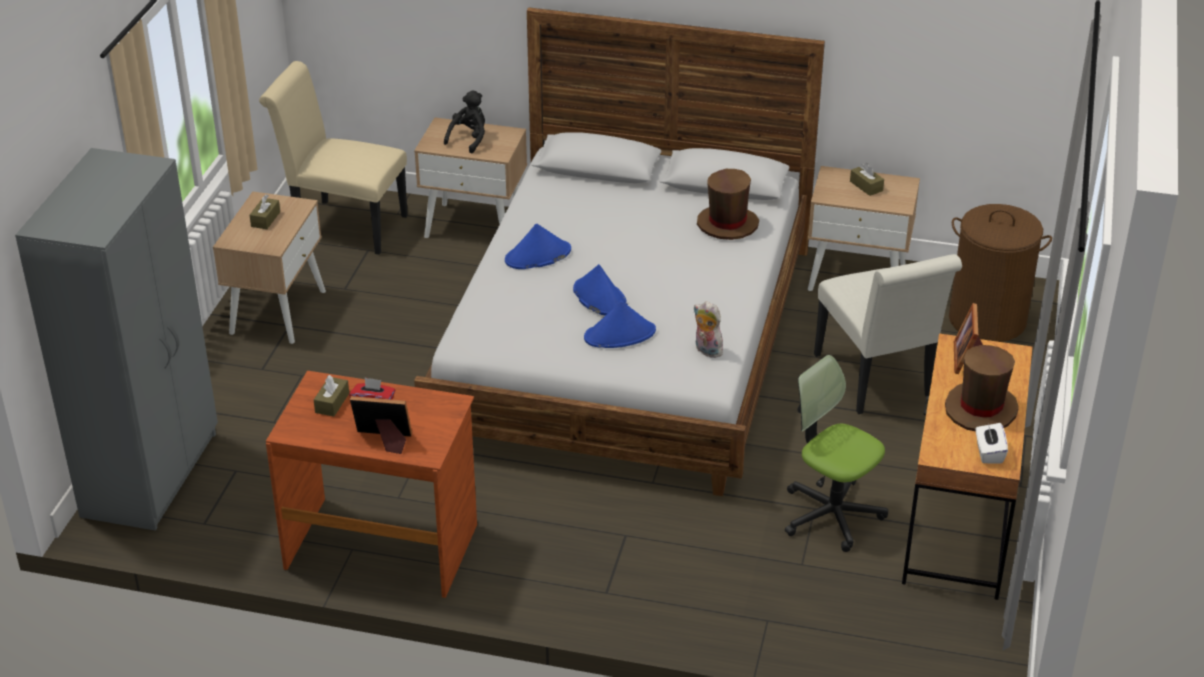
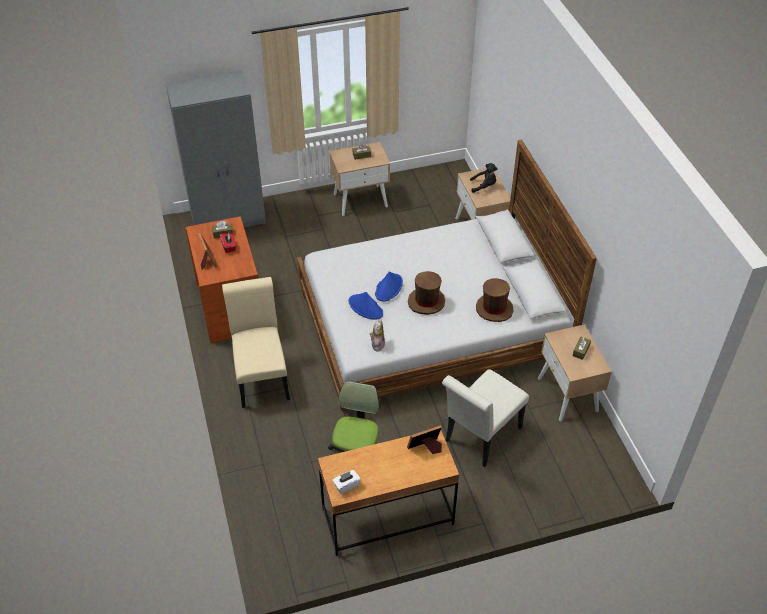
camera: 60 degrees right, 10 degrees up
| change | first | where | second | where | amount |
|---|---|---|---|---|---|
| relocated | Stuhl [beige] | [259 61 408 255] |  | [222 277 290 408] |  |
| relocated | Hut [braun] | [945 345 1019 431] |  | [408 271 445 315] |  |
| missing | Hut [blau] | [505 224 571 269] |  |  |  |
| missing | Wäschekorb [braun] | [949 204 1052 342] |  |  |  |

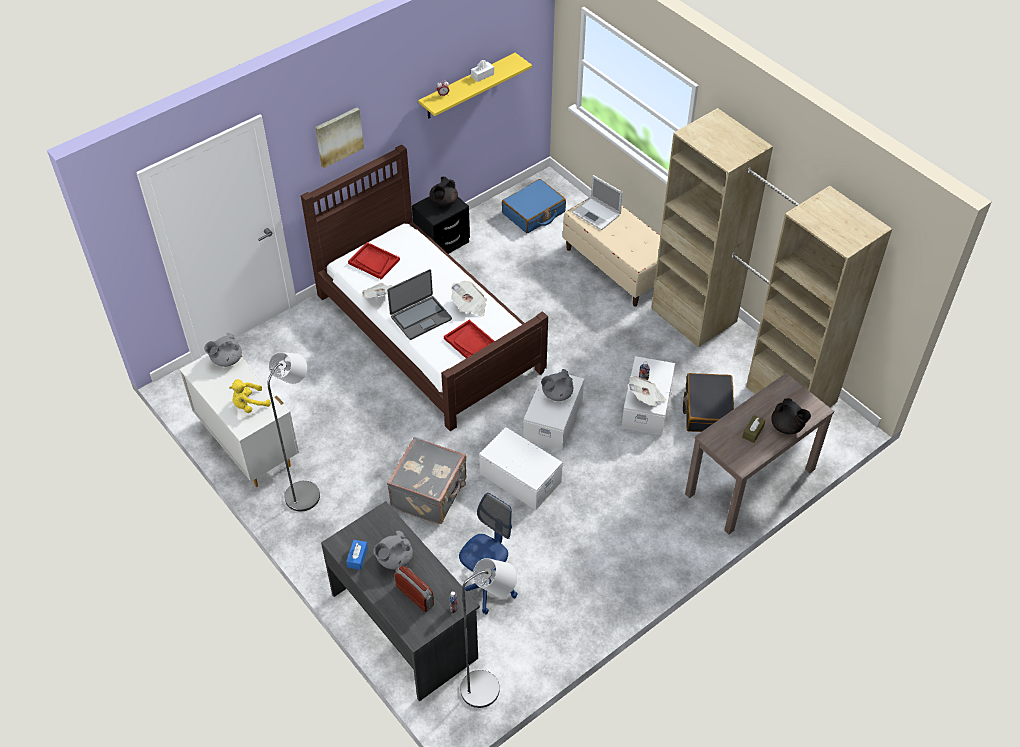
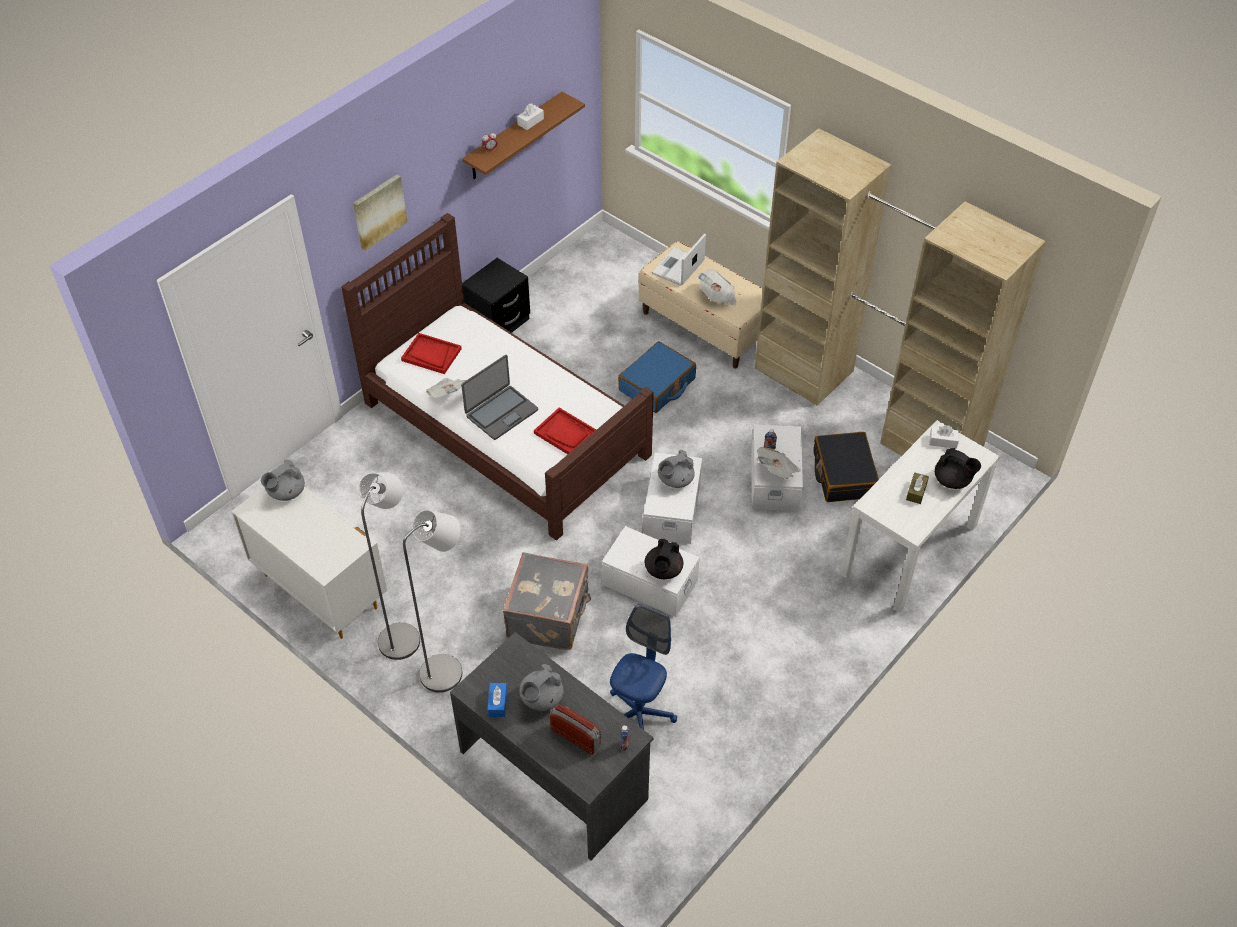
camera: 10 degrees left, 0 degrees up
| change | first | where | second | where | amount |
|---|---|---|---|---|---|
| relocated | Stehlampe [grau] | [460 558 517 708] |  | [403 510 462 693] |  |
| colour | Wandregal [gelb] | [418 53 532 119] | Wandregal [braun] | [462 92 585 179] |  |
| relocated | Koffer [blau] | [502 179 566 233] |  | [618 341 696 413] |  |
| relocated | Teekanne [schwarz] | [429 177 458 206] |  | [645 539 683 579] |  |
| spun | Laptop | [572 175 623 230] |  | [652 233 706 286] | 90 degrees clockwise |
| relocated | Zeitung | [451 281 487 317] |  | [698 270 736 306] |  |
| colour | Konsolentisch [braun] | [685 373 834 535] | Konsolentisch [weiß] | [840 420 1000 613] |  |
| appeared |  |  | Taschentuchbox [weiß] | [929 425 959 449] |  |
| missing | Plüschtier [gelb] | [229 379 271 413] |  |  |  |

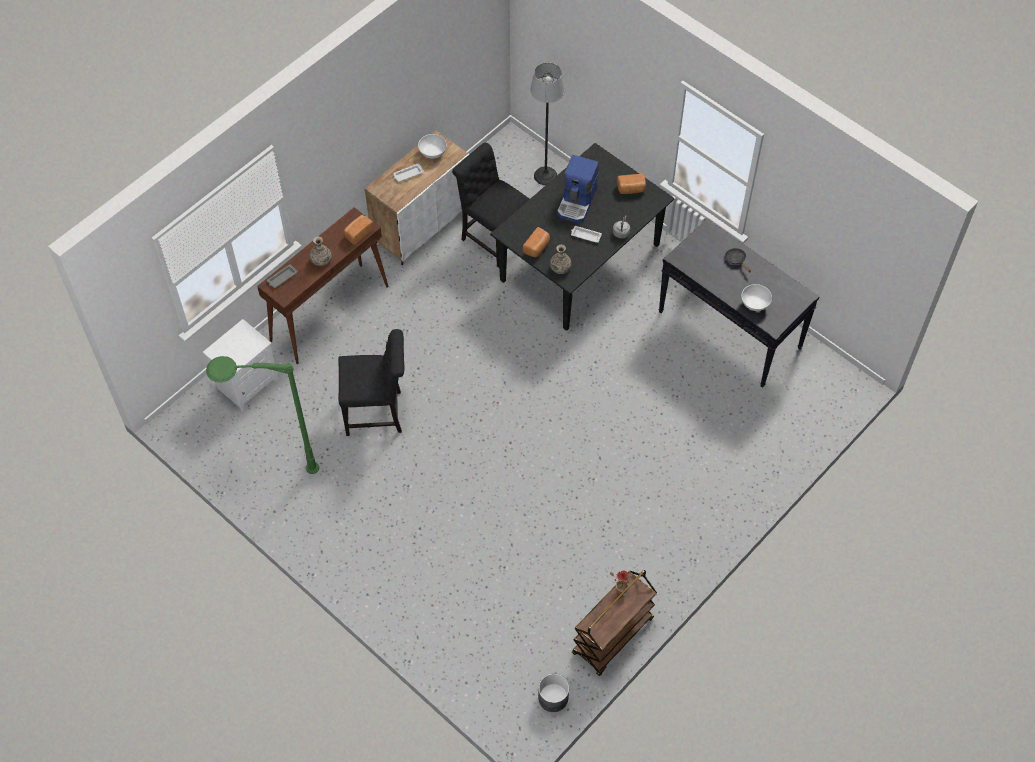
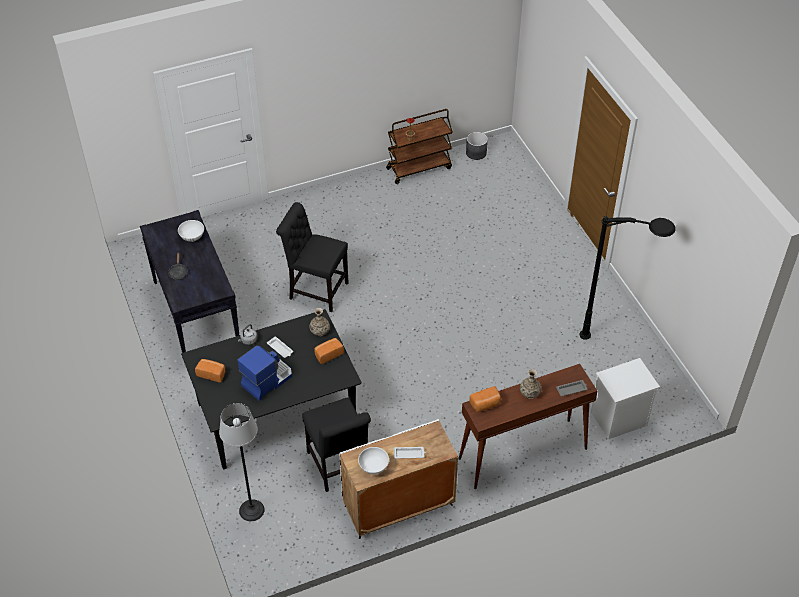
camera: 155 degrees left, 10 degrees down
| change | first | where | second | where | amount |
|---|---|---|---|---|---|
| relocated | Stuhl [schwarz] | [338 329 404 436] |  | [276 202 349 312] |  |
| colour | Stehlampe [grün] | [206 356 319 474] | Stehlampe [schwarz] | [579 216 675 340] |  |

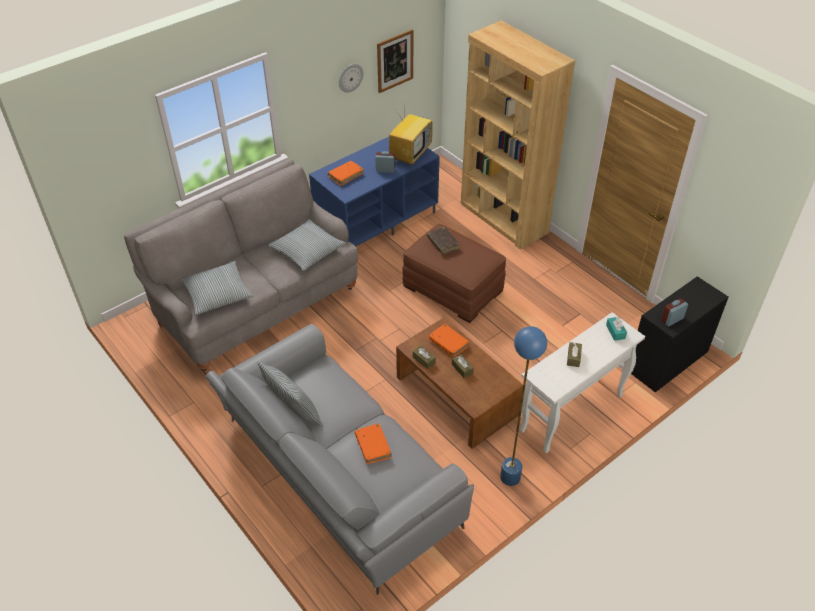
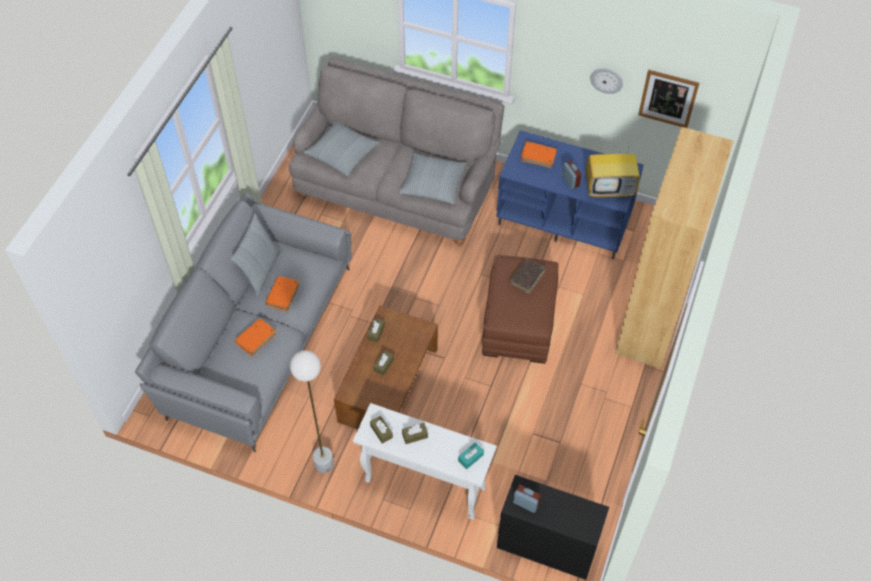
camera: 60 degrees right, 10 degrees up
| change | first | where | second | where | amount |
|---|---|---|---|---|---|
| relocated | Buch [orange] | [429 324 469 357] |  | [265 276 299 311] |  |
| colour | Stehlampe [blau] | [500 326 547 486] | Stehlampe [weiß] | [290 350 334 473] |  |
| appeared |  |  | Taschentuchbox [braun] | [370 416 393 444] |  |

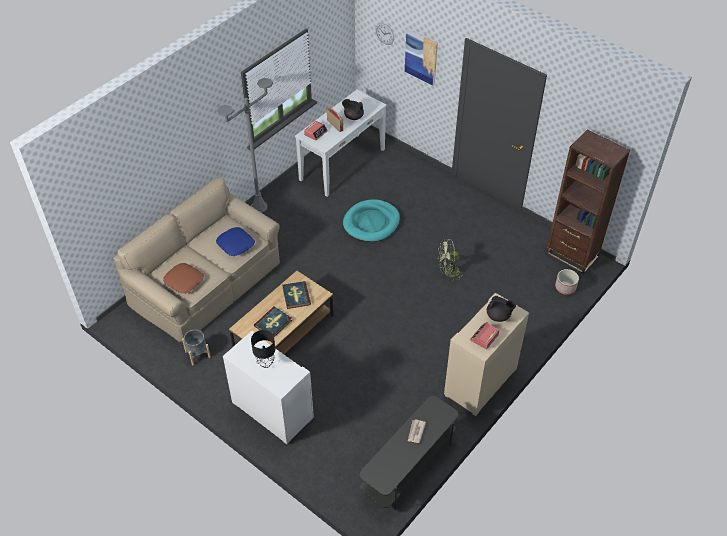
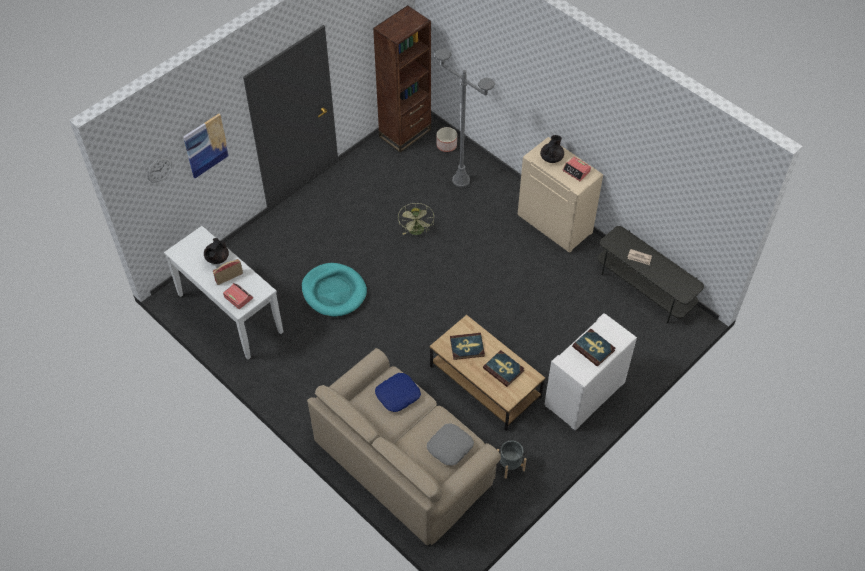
camera: 85 degrees left, 5 degrees up
| change | first | where | second | where | amount |
|---|---|---|---|---|---|
| colour | Kissen [braun] | [163 263 204 294] | Kissen [grau] | [427 423 474 466] |  |
| relocated | Stehlampe [grau] | [217 78 273 213] |  | [434 48 495 187] |  |
| exchanged | Tischlampe [schwarz] | [251 330 275 368] | Buch | [572 329 615 367] |  |

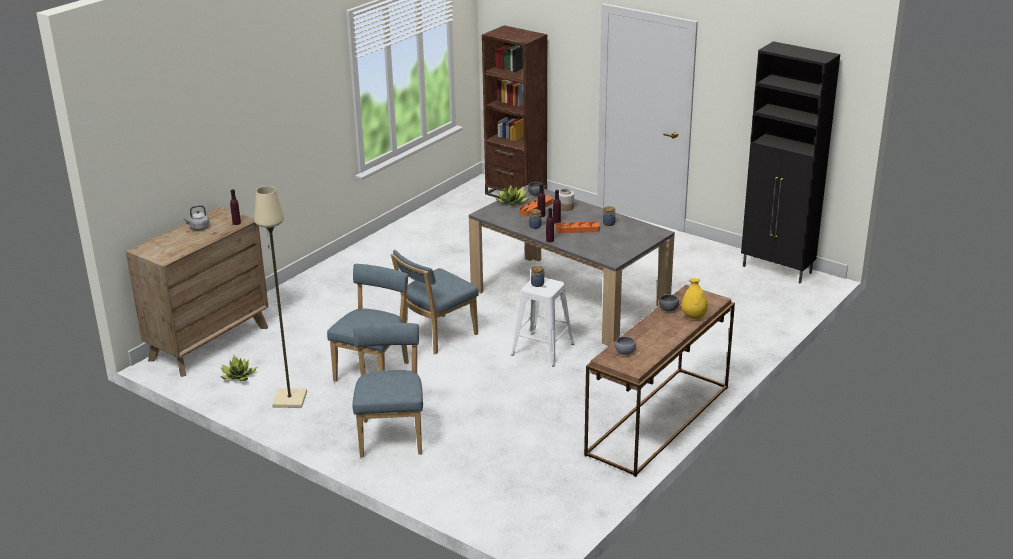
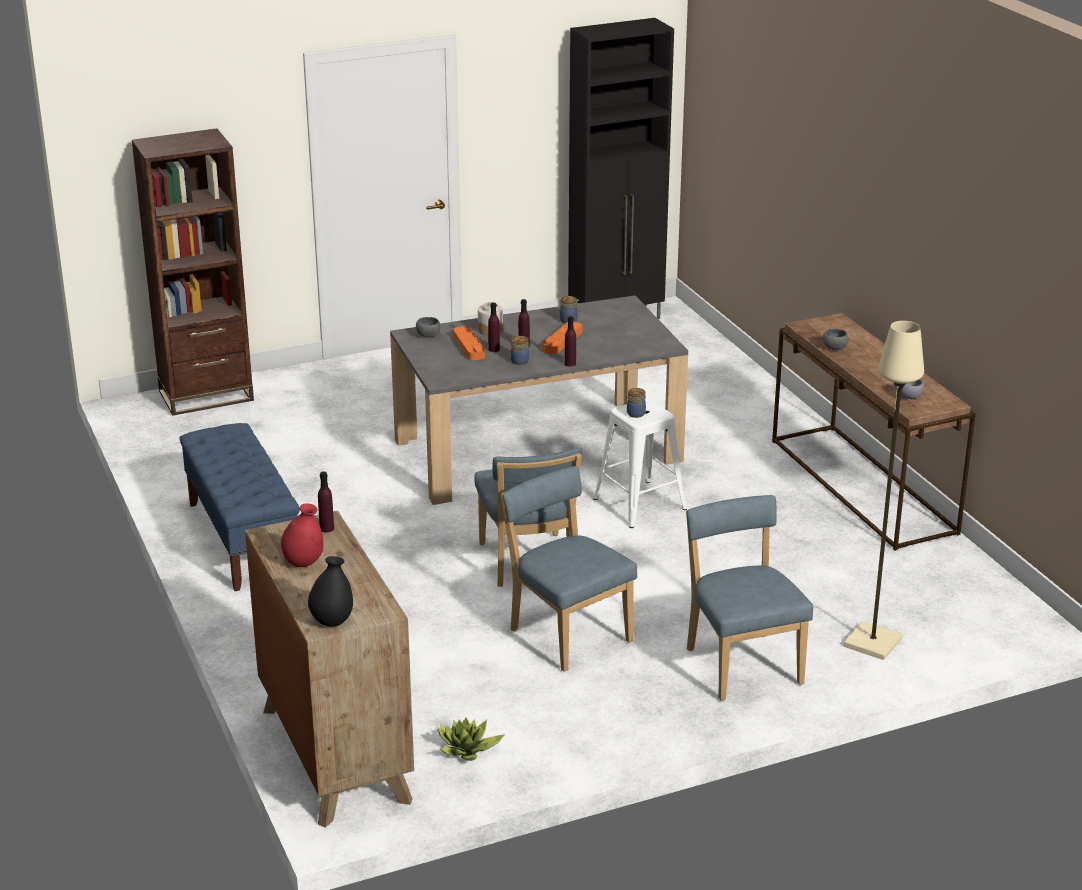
camera: 60 degrees left, 0 degrees up
| change | first | where | second | where | amount |
|---|---|---|---|---|---|
| appeared |  |  | Bank [blau] | [180 423 300 591] |  |
| exchanged | Wasserkessel [grau] | [183 205 210 230] | Vase [rot] | [281 503 324 567] |  |
| appeared |  |  | Vase [schwarz] | [308 556 353 626] |  |
| spun | Stuhl [blau] | [352 323 423 457] |  | [686 495 813 701] | 45 degrees clockwise |
| relocated | Stehlampe [beige] | [254 186 307 408] |  | [844 321 924 660] |  |
| missing | Topfpflanze | [496 185 531 206] |  |  |  |
| missing | Vase [gelb] | [681 278 708 319] |  |  |  |

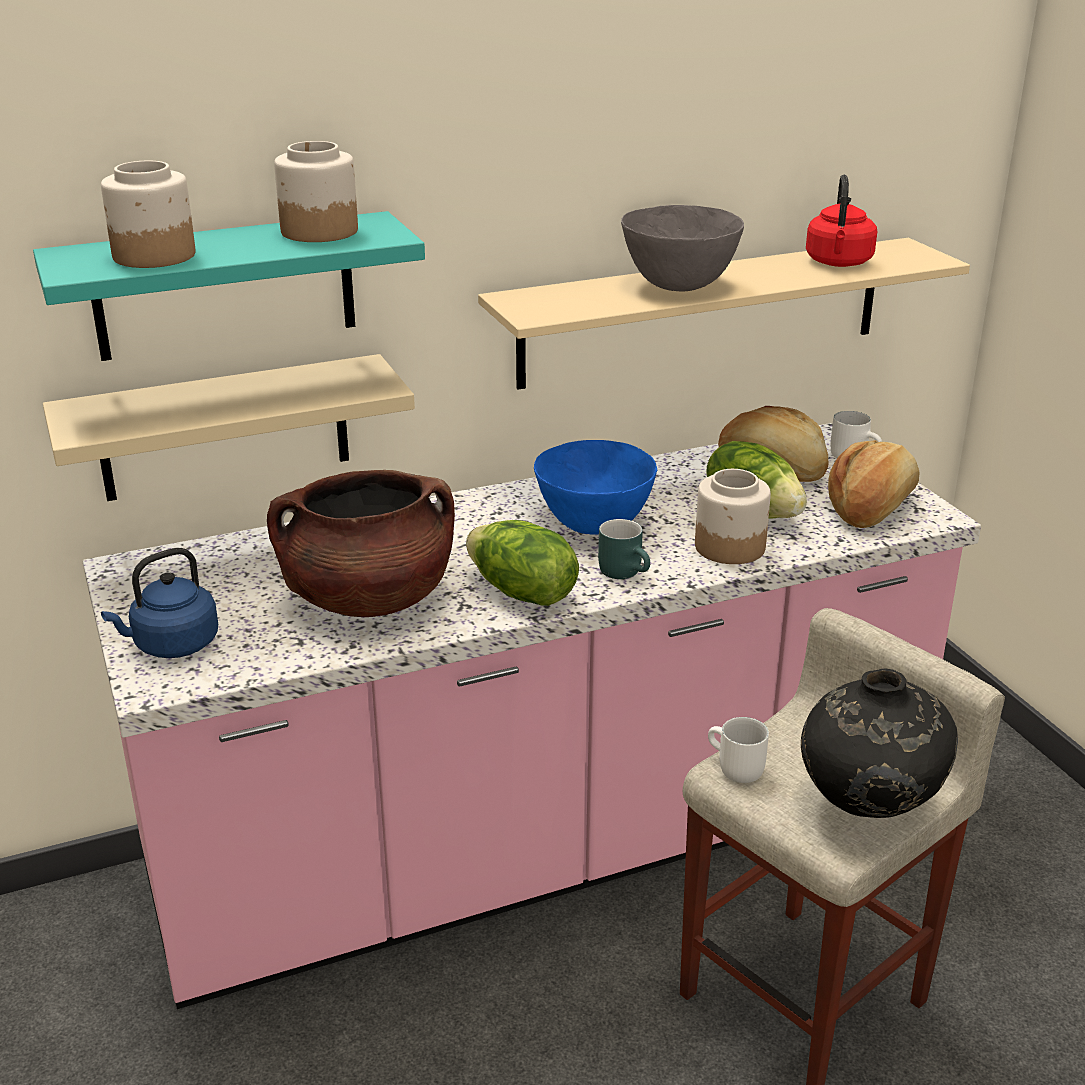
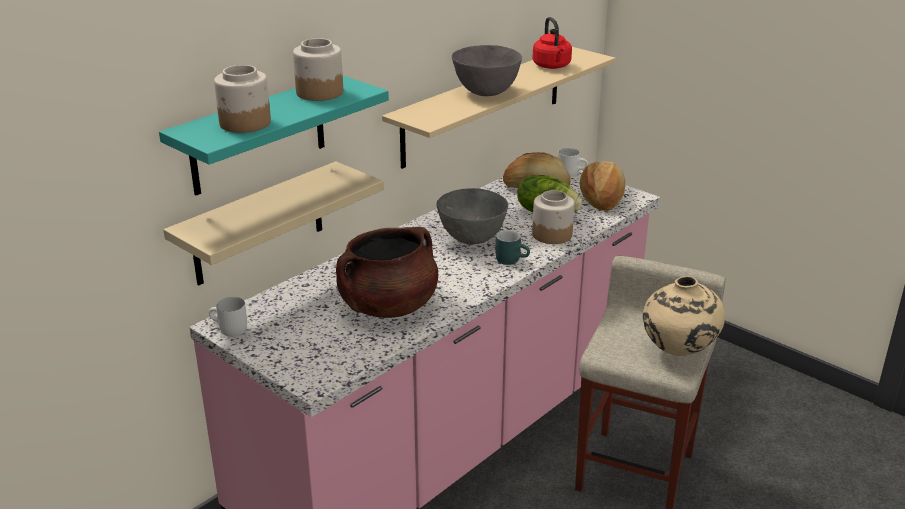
camera: 25 degrees left, 0 degrees up
| change | first | where | second | where | amount |
|---|---|---|---|---|---|
| relocated | Henkelbecher [weiß] | [708 717 769 783] |  | [209 297 247 337] |  |
| colour | Schüssel [blau] | [534 440 657 535] | Schüssel [grau] | [437 188 508 245] |  |
| colour | Vase [schwarz] | [801 668 958 818] | Vase [beige] | [643 276 725 356] |  |
| missing | Wasserkessel [blau] | [101 548 218 658] |  |  |  |
| missing | Salatkopf | [466 520 579 606] |  |  |  |

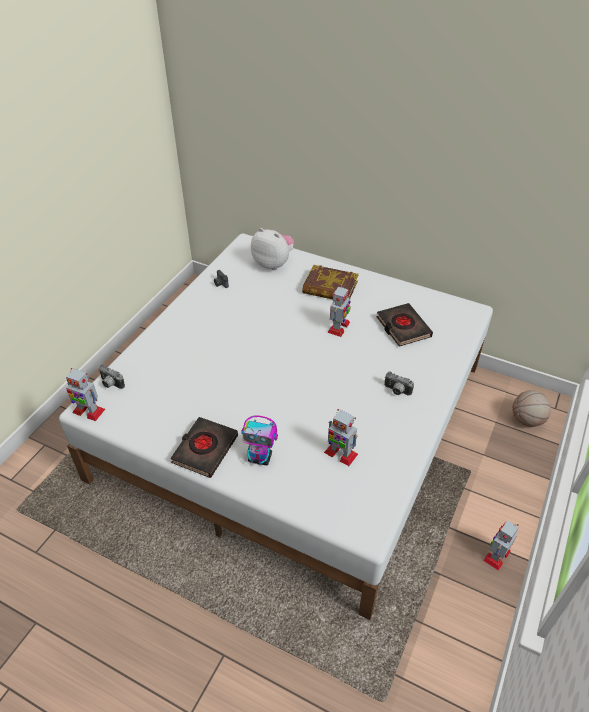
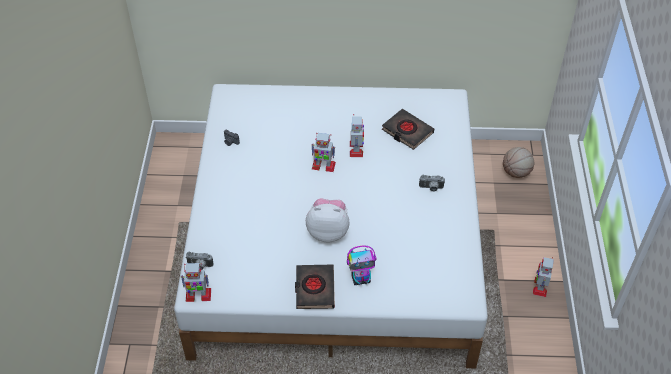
camera: 25 degrees left, 5 degrees up
| change | first | where | second | where | amount |
|---|---|---|---|---|---|
| relocated | Plüschtier | [251 228 294 270] |  | [306 198 350 242] |  |
| relocated | Spielzeugroboter | [324 409 358 466] |  | [311 133 336 172] |  |
| missing | Buch | [302 265 359 299] |  |  |  |

